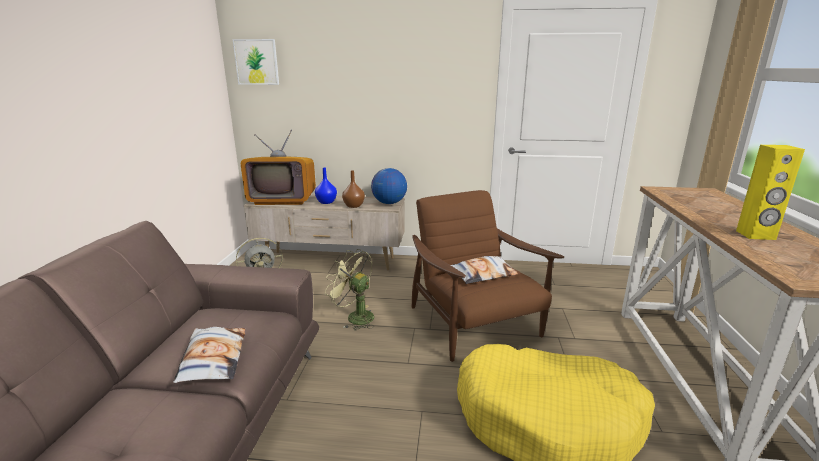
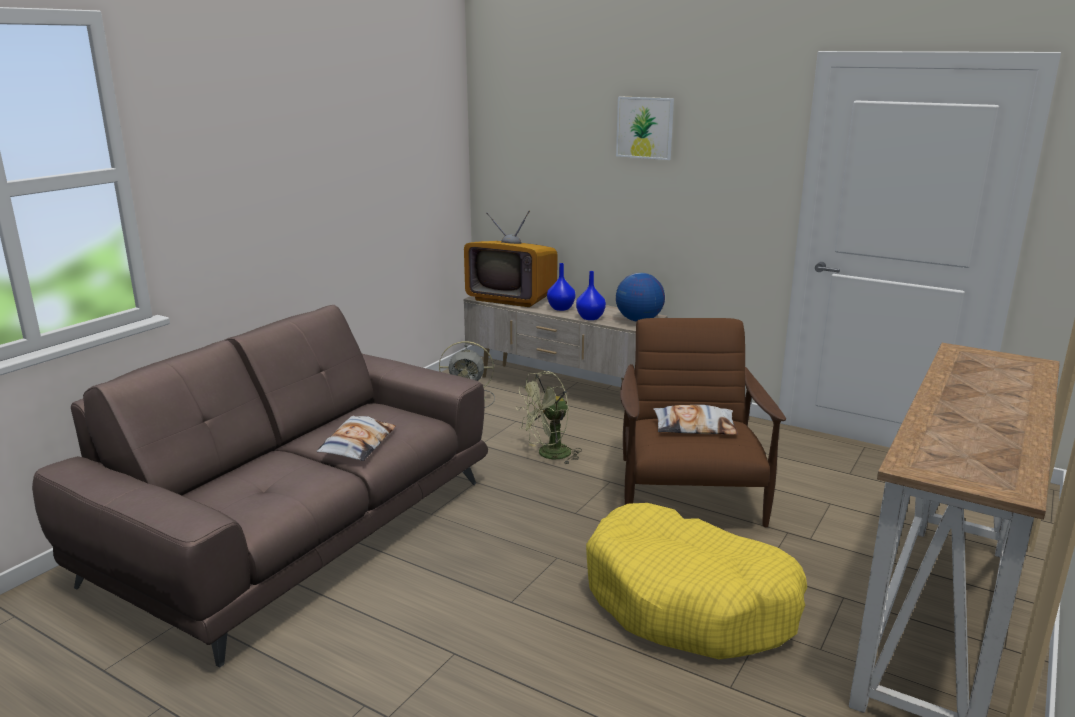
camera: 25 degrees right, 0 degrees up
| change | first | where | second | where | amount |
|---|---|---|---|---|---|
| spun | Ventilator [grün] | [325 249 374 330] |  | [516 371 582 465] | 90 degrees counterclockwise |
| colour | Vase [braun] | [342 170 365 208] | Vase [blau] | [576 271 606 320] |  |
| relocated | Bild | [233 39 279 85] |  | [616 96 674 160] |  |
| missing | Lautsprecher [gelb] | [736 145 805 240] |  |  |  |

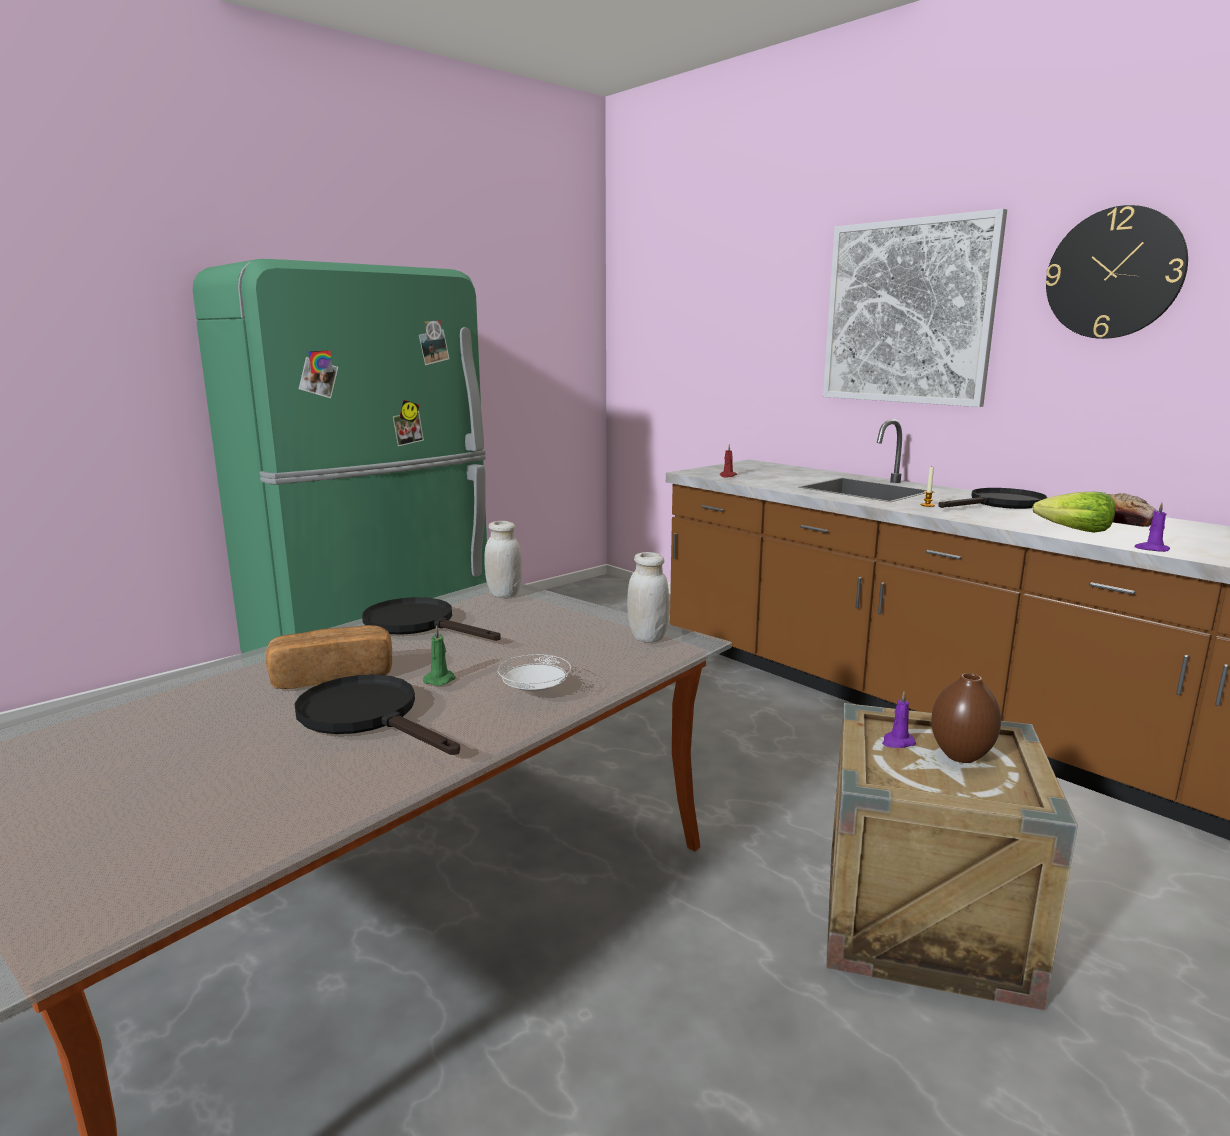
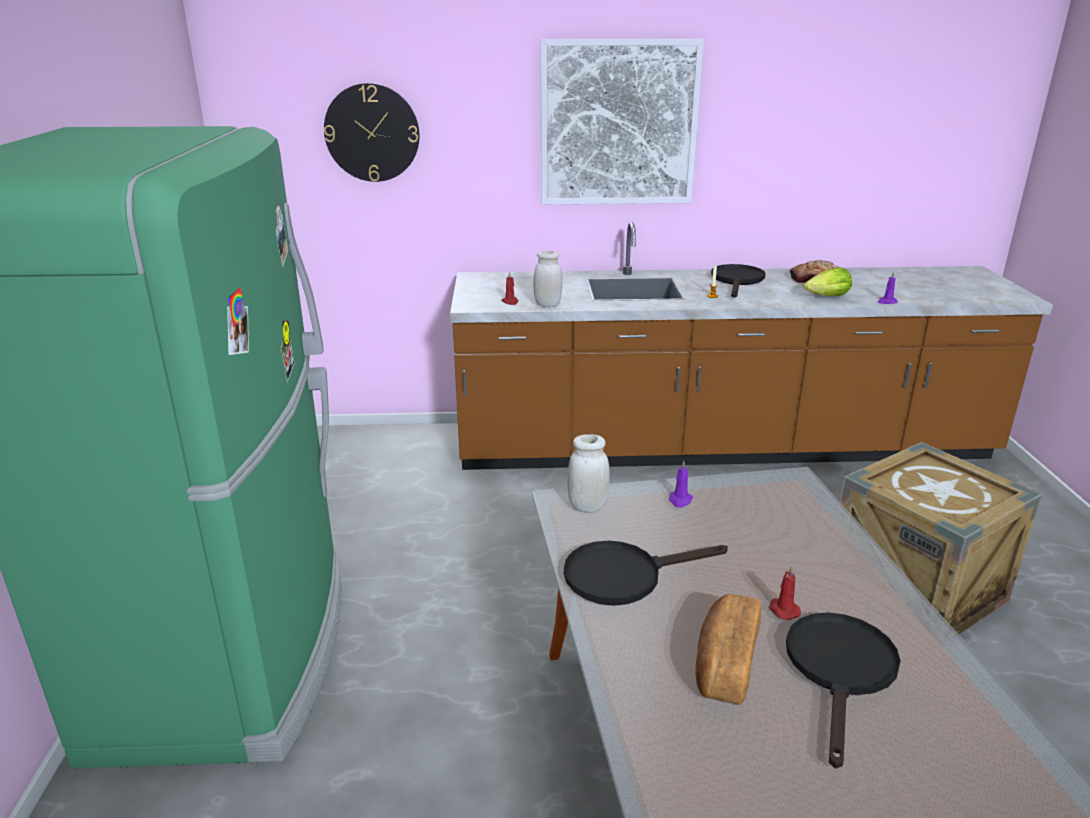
camera: 50 degrees left, 10 degrees up
| change | first | where | second | where | amount |
|---|---|---|---|---|---|
| relocated | Wanduhr | [1045 205 1188 339] |  | [324 83 420 182] |  |
| relocated | Vorratsglas [weiß] | [627 552 669 642] |  | [534 251 562 307] |  |
| relocated | Kerze [lila] | [882 691 916 748] |  | [669 461 693 508] |  |
| colour | Kerze [grün] | [423 625 456 686] | Kerze [rot] | [769 565 801 620] |  |
| spun | Pfanne [schwarz] | [294 674 460 755] |  | [786 612 901 769] | 120 degrees clockwise |
| missing | Teller [weiß] | [498 654 571 691] |  |  |  |
| missing | Vase [braun] | [931 673 1001 763] |  |  |  |

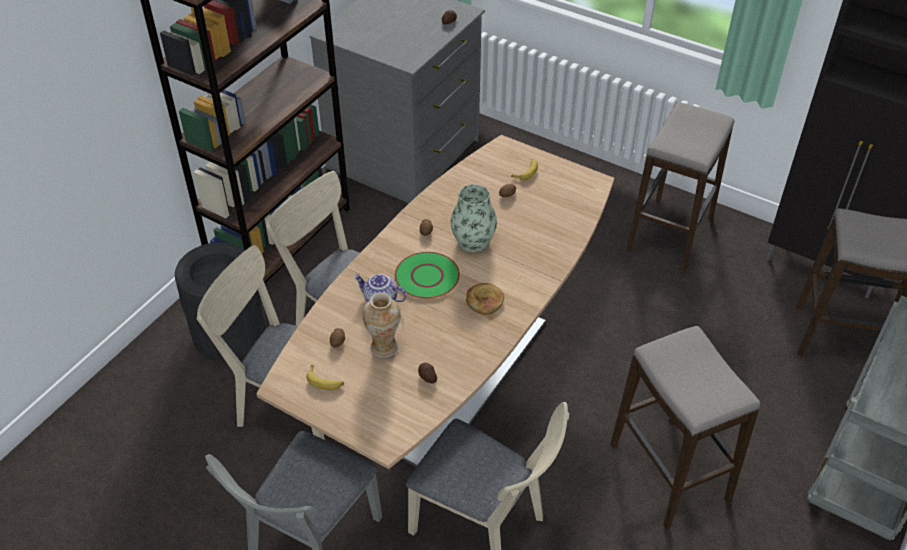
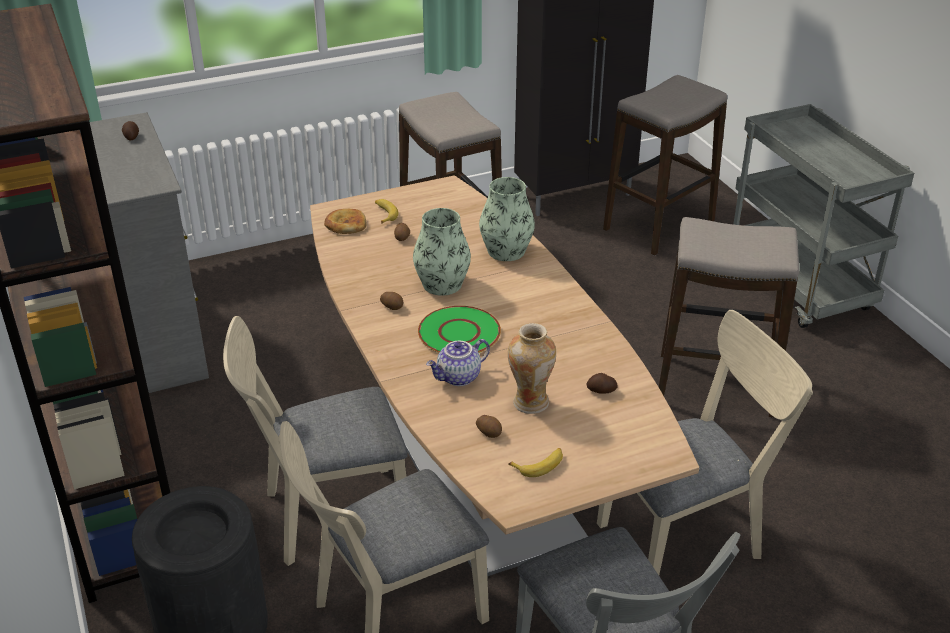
camera: 55 degrees left, 10 degrees down
| change | first | where | second | where | amount |
|---|---|---|---|---|---|
| relocated | Brot | [466 283 504 315] |  | [324 209 367 234] |  |
| appeared |  |  | Vase | [479 177 535 261] |  |

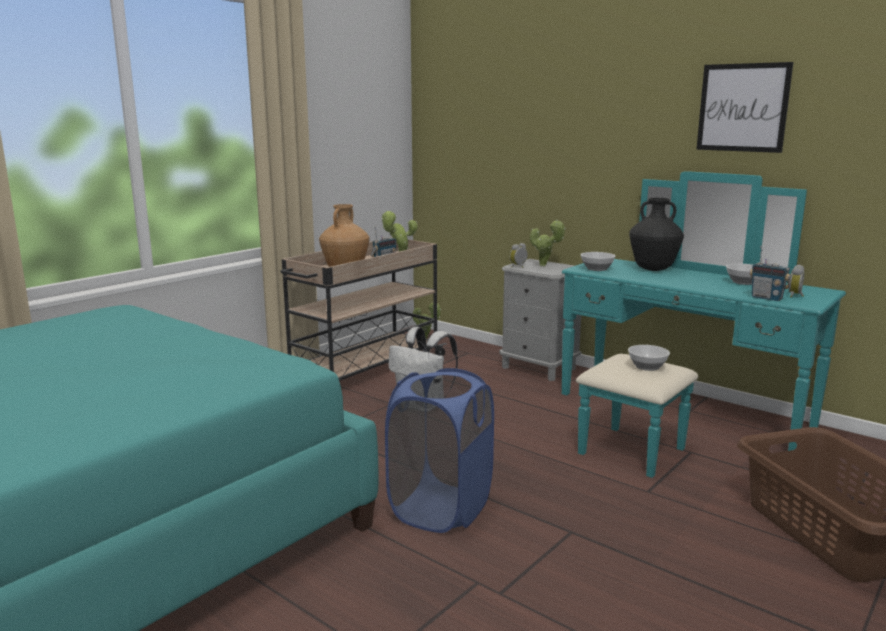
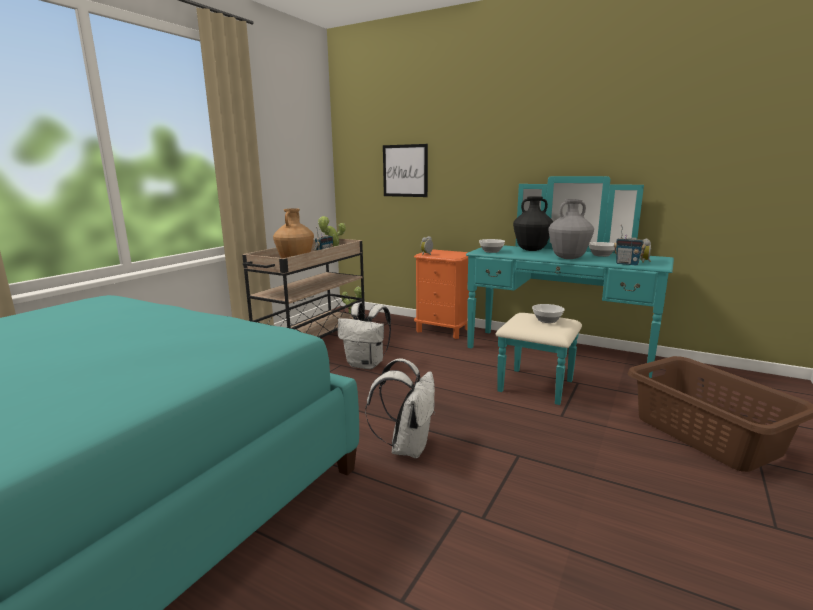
camera: 10 degrees left, 0 degrees up
| change | first | where | second | where | amount |
|---|---|---|---|---|---|
| exchanged | Wäschekorb [blau] | [385 368 494 533] | Rucksack [weiß] | [366 359 435 458] |  |
| relocated | Bild | [696 62 793 153] |  | [383 144 428 197] |  |
| colour | Nachttisch [grau] | [499 259 581 381] | Nachttisch [orange] | [414 249 469 339] |  |
| appeared |  |  | Vase [grau] | [549 199 594 259] |  |
| missing | Topfpflanze | [530 220 566 266] |  |  |  |

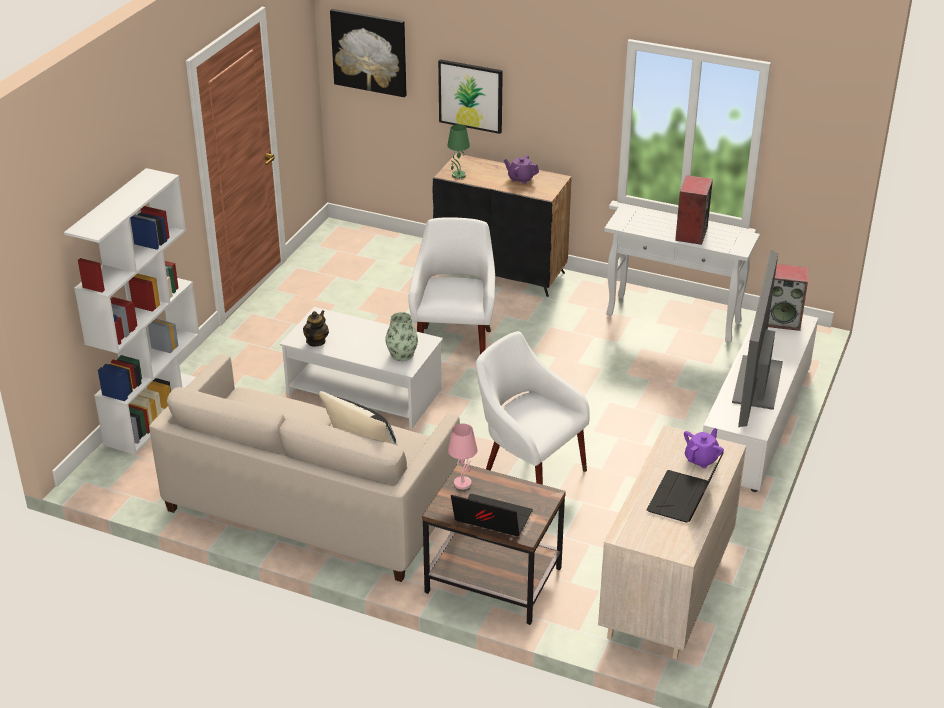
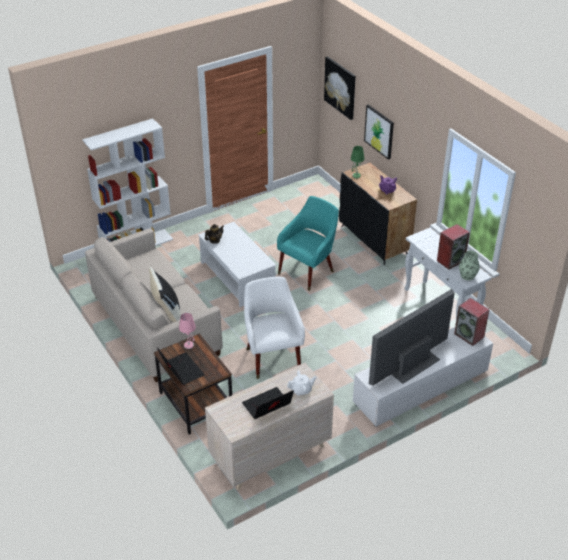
camera: 35 degrees right, 5 degrees up
| change | first | where | second | where | amount |
|---|---|---|---|---|---|
| colour | Sessel [weiß] | [408 217 495 354] | Sessel [türkis] | [277 196 339 291] |  |
| colour | Teekanne [lila] | [684 428 724 468] | Teekanne [weiß] | [287 370 316 396] |  |
| relocated | Vase | [385 312 418 361] |  | [459 251 480 280] |  |

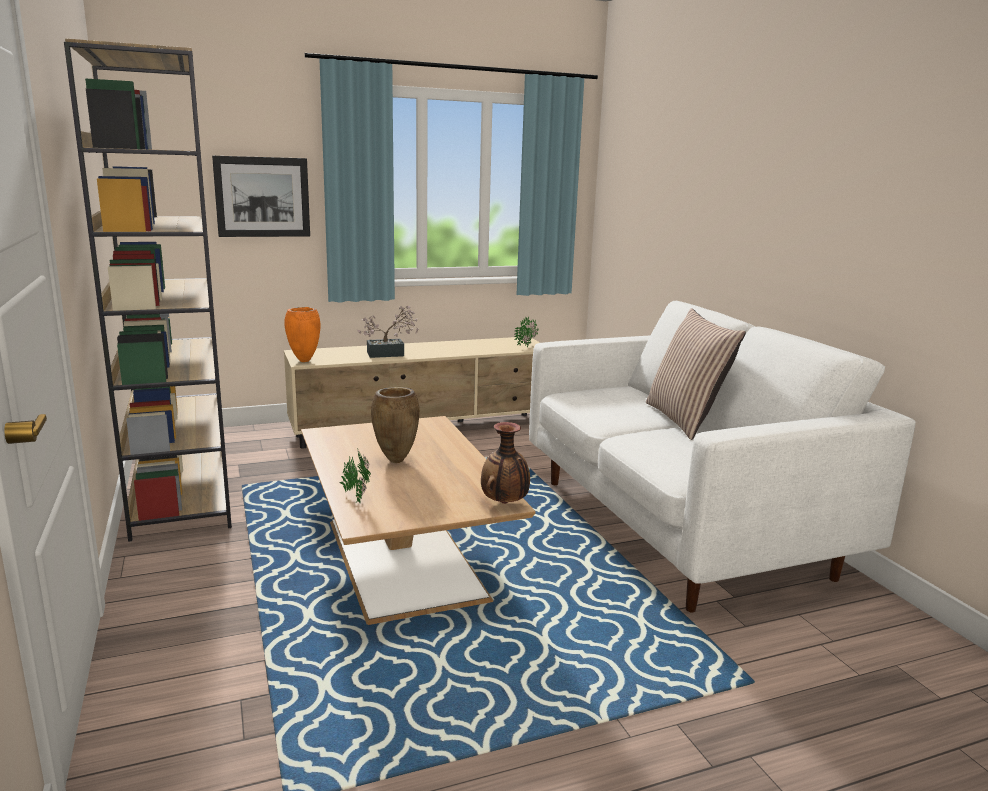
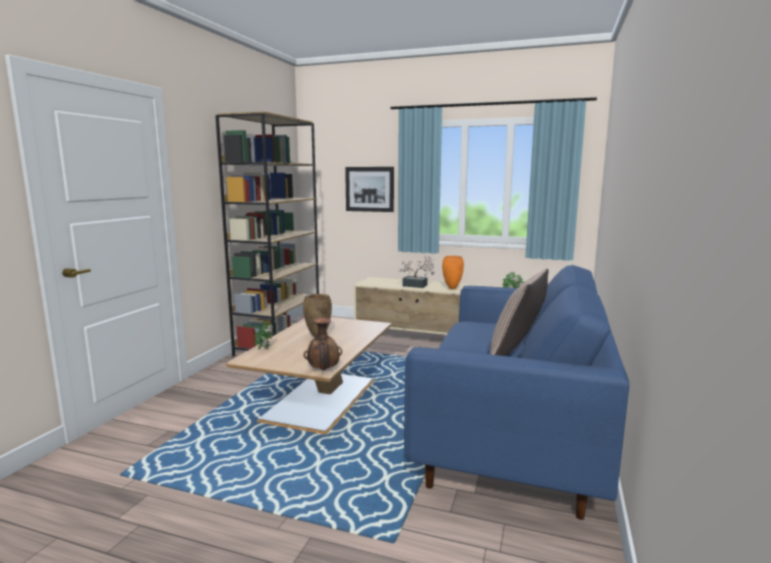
camera: 40 degrees right, 5 degrees down
| change | first | where | second | where | amount |
|---|---|---|---|---|---|
| colour | Sofa [weiß] | [529 301 916 612] | Sofa [blau] | [404 265 629 520] |  |
| relocated | Vase [orange] | [284 307 320 362] |  | [442 256 464 289] |  |

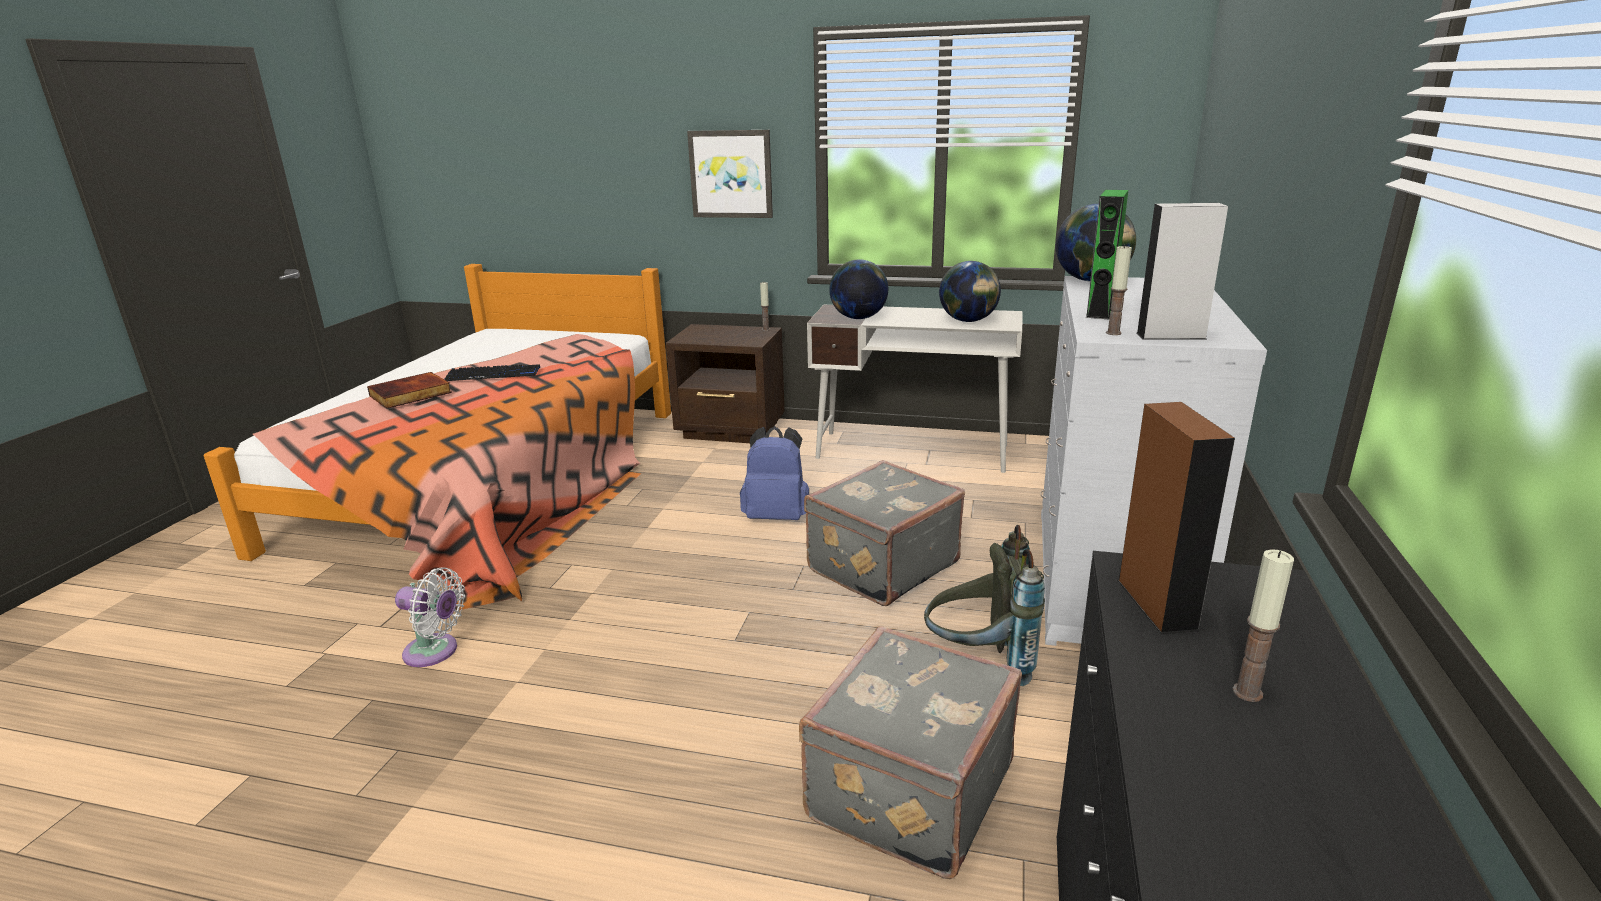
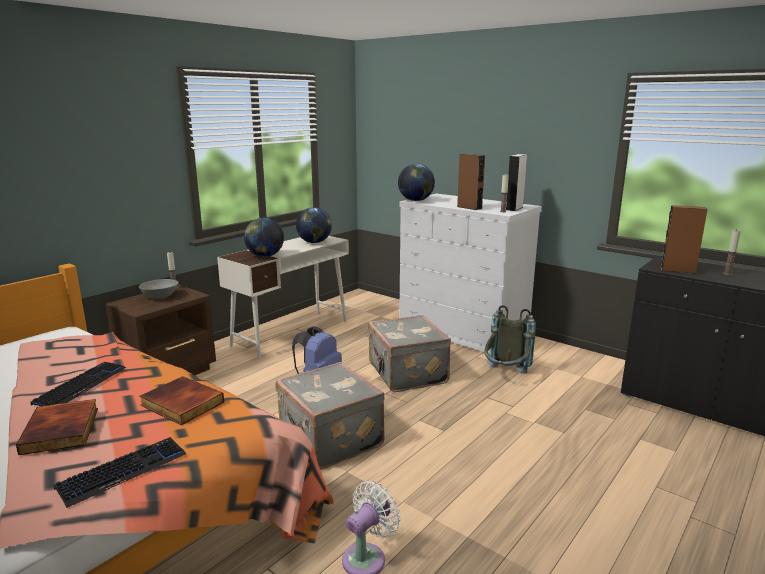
camera: 65 degrees left, 5 degrees down
| change | first | where | second | where | amount |
|---|---|---|---|---|---|
| appeared |  |  | Tastatur | [53 437 186 508] |  |
| appeared |  |  | Schüssel [grau] | [139 279 179 299] |  |
| appeared |  |  | Buch | [139 376 224 425] |  |
| relocated | Koffer [grau] | [799 626 1022 879] |  | [276 362 385 469] |  |
| colour | Lautsprecher [grün] | [1086 190 1128 319] | Lautsprecher [braun] | [457 154 485 210] |  |
| missing | Bild | [687 130 773 218] |  |  |  |

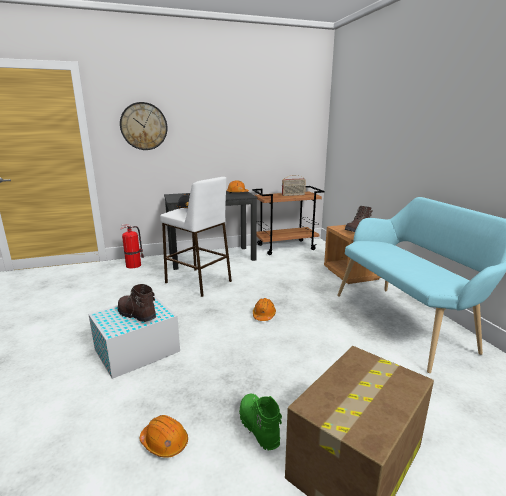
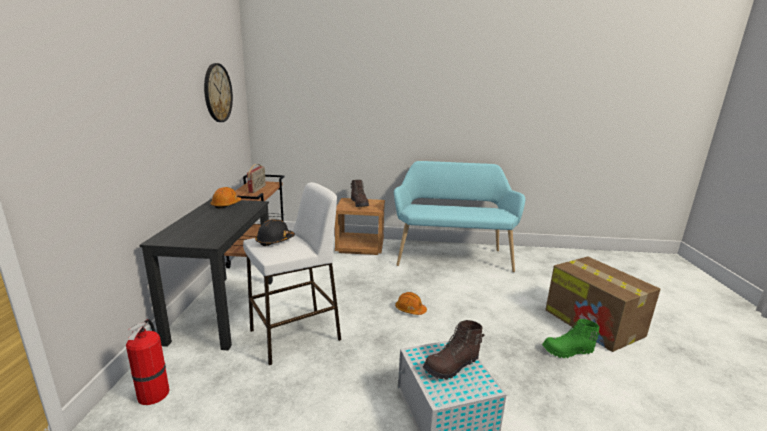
camera: 70 degrees left, 0 degrees up
| change | first | where | second | where | amount |
|---|---|---|---|---|---|
| relocated | Wanduhr | [120 102 168 150] |  | [204 63 233 122] |  |
| missing | Schutzhelm [orange] | [140 415 188 458] |  |  |  |

